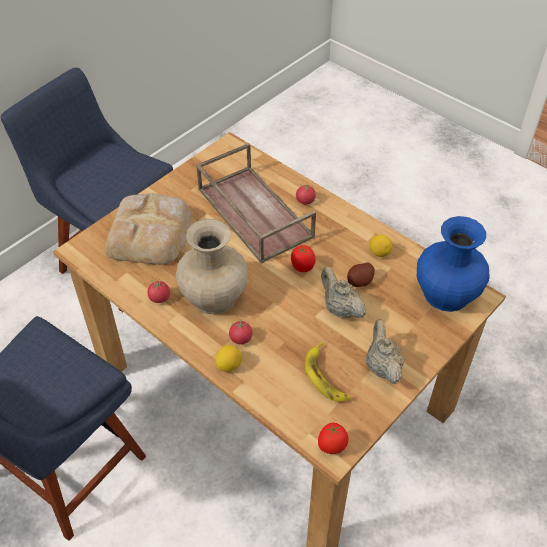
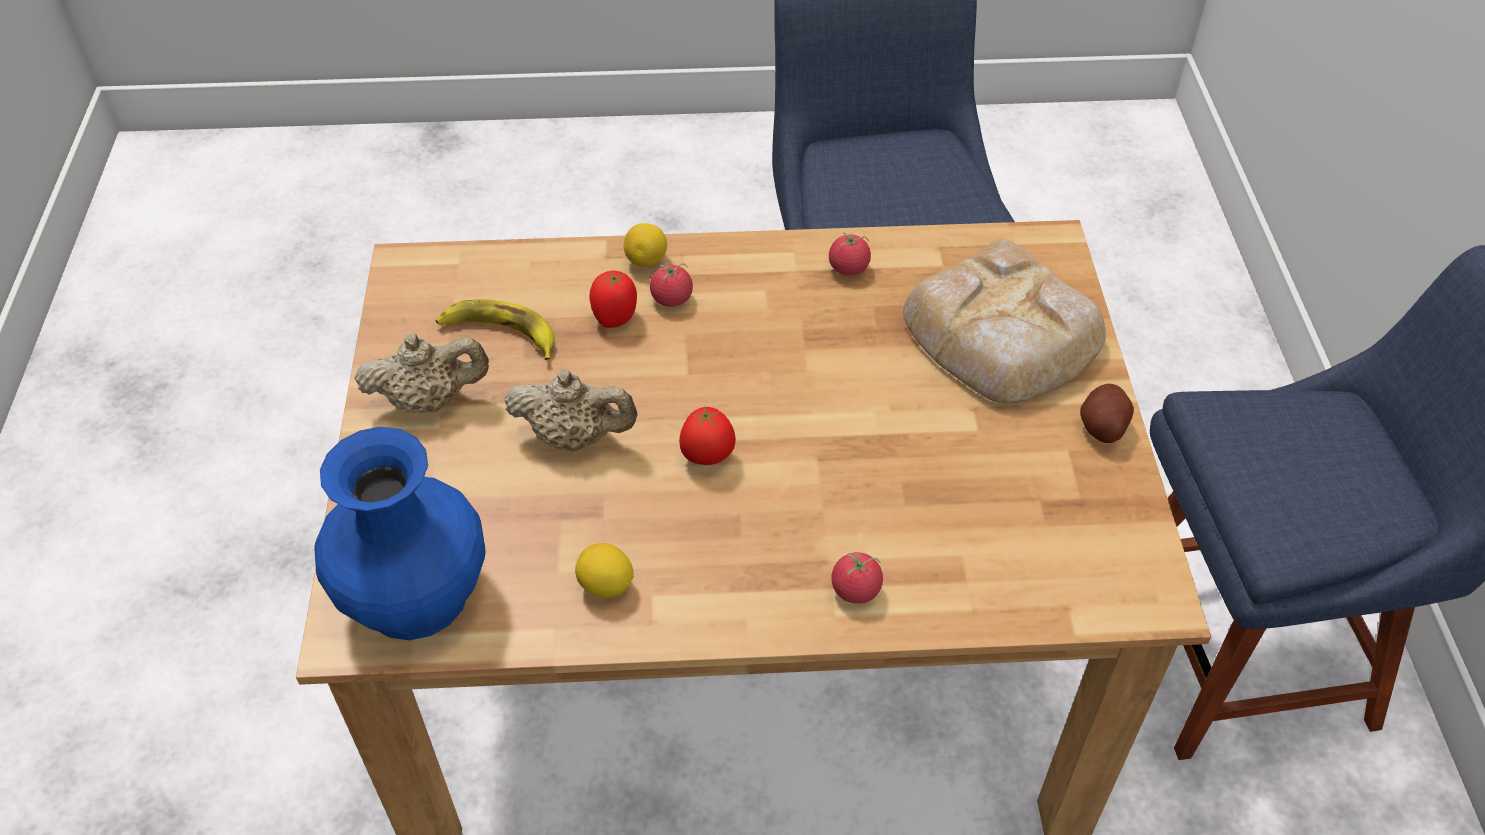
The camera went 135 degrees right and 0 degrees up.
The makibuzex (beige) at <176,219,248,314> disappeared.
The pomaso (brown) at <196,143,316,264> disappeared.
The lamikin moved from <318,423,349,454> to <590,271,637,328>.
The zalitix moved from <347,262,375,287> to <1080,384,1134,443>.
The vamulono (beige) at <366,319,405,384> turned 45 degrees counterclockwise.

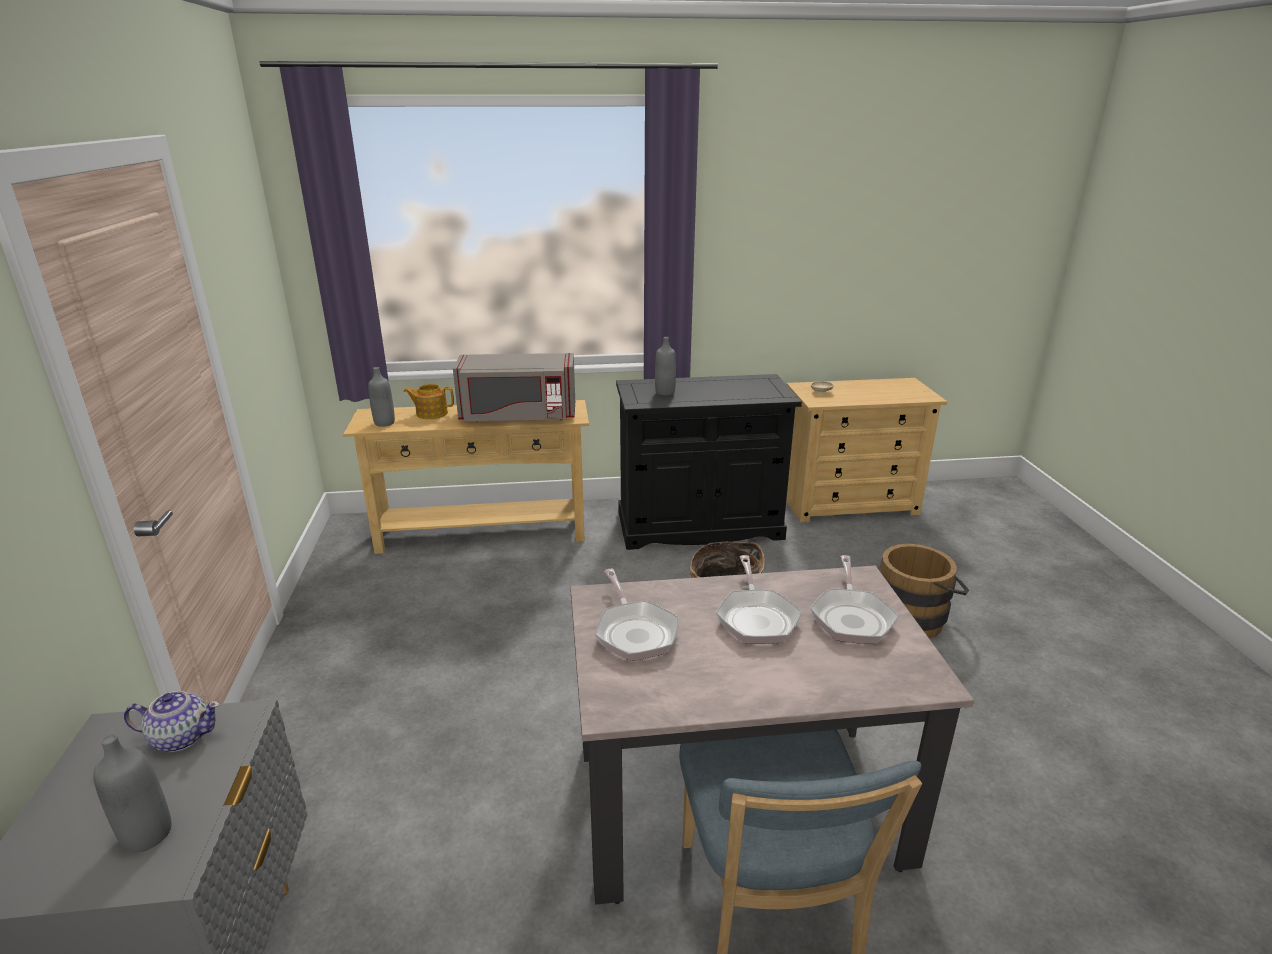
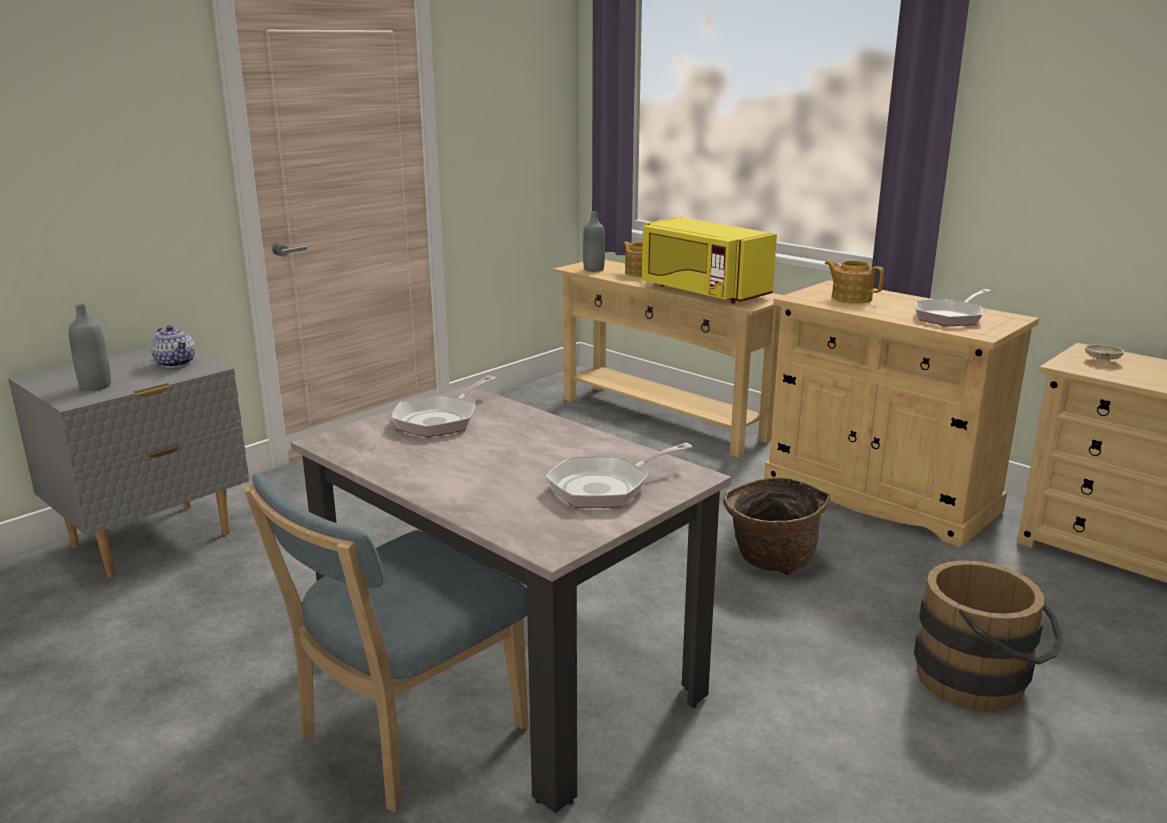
The camera went 50 degrees right and 5 degrees down.
The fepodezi moved from <716,555,802,644> to <915,289,991,326>.
The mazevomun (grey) at <655,337,676,395> was replaced by the vamulono at <825,260,884,304>.
The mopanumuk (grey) at <453,353,575,422> became the mopanumuk (yellow) at <642,217,777,303>.
The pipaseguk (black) at <616,374,802,550> became the pipaseguk (beige) at <764,280,1039,547>.

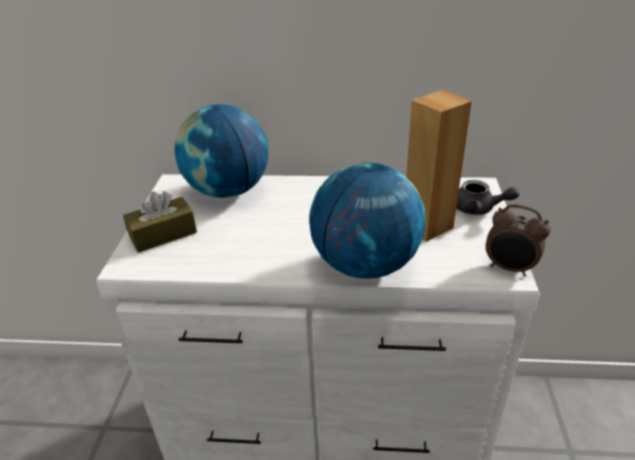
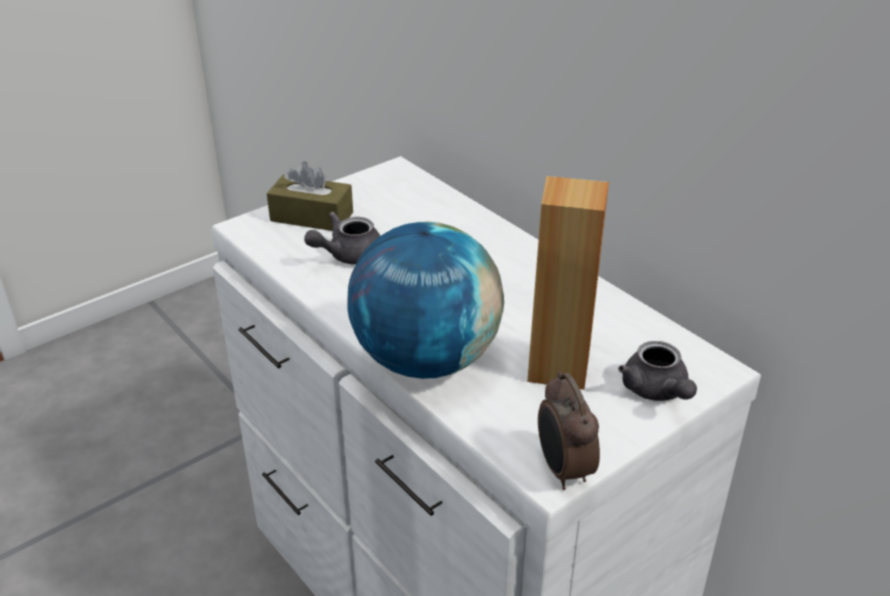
The camera went 45 degrees right and 0 degrees up.
The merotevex at <175,104,269,198> disappeared.
The vamulono (grey) at <304,212,380,265> appeared.

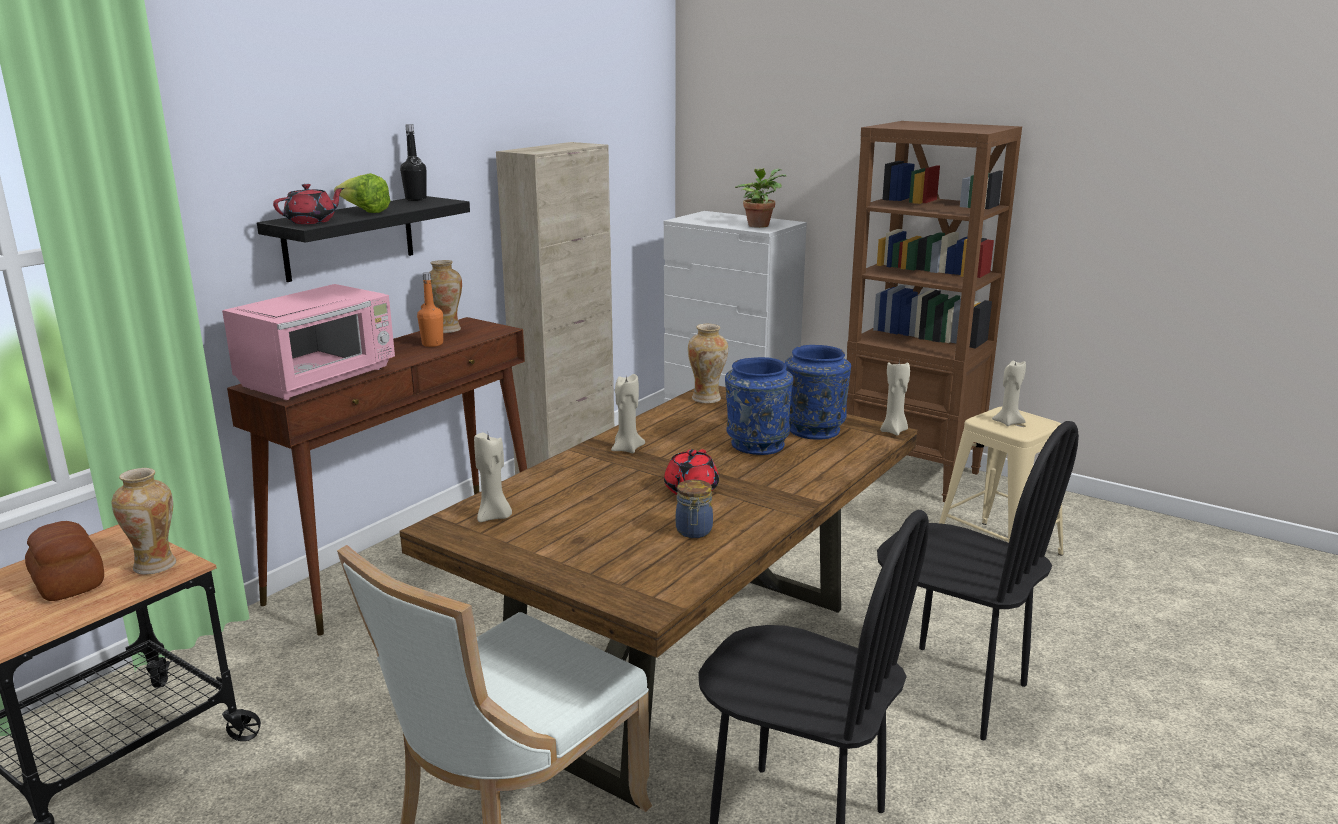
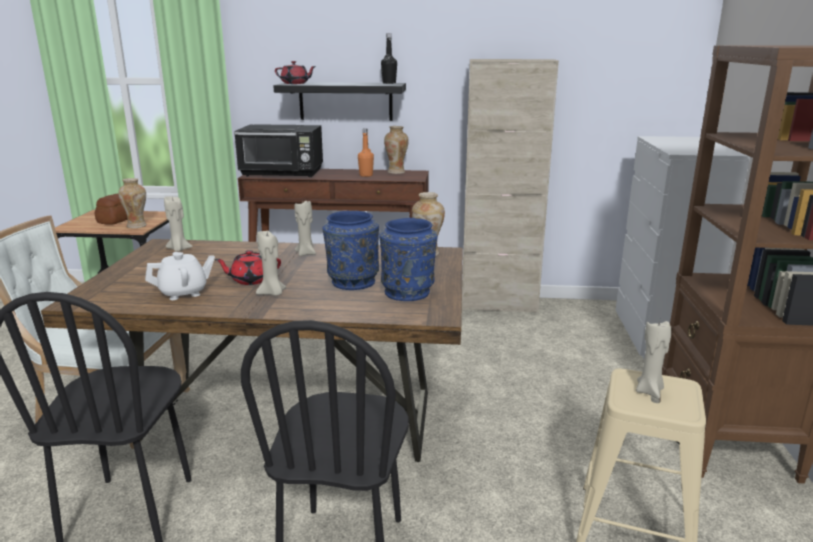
The camera went 60 degrees right and 0 degrees up.
The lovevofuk at <334,173,390,213> disappeared.
The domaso at <735,168,786,228> disappeared.
The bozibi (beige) moved from <880,362,910,436> to <256,231,286,296>.
The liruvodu at <676,480,713,538> was replaced by the vamulono (white) at <145,252,215,300>.
The mopanumuk (pink) at <222,284,395,400> became the mopanumuk (black) at <234,124,323,177>.

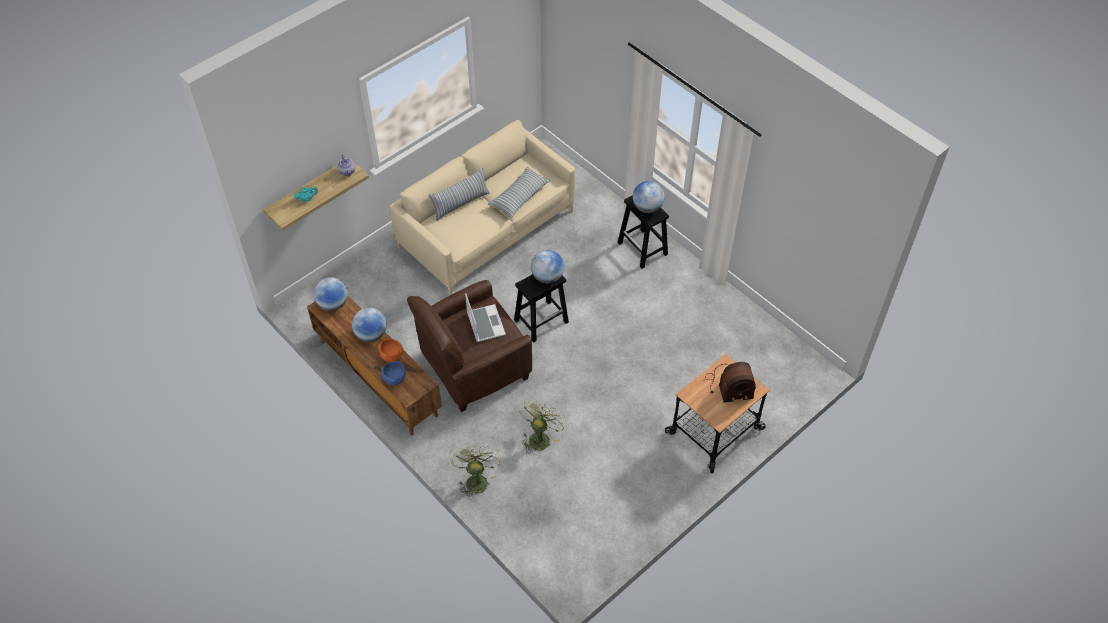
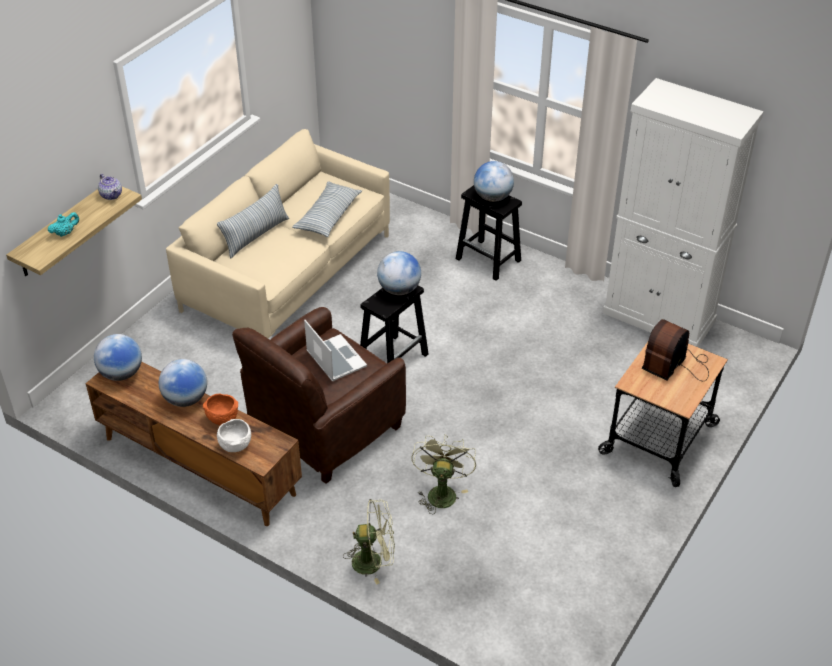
The camera went 15 degrees left and 10 degrees down.
The pipaseguk (white) at <603,78,764,347> appeared.
The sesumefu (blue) at <381,361,406,385> became the sesumefu (white) at <217,419,251,452>.
The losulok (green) at <451,446,500,500> turned 105 degrees clockwise.
The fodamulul at <705,362,756,402> turned 150 degrees clockwise.

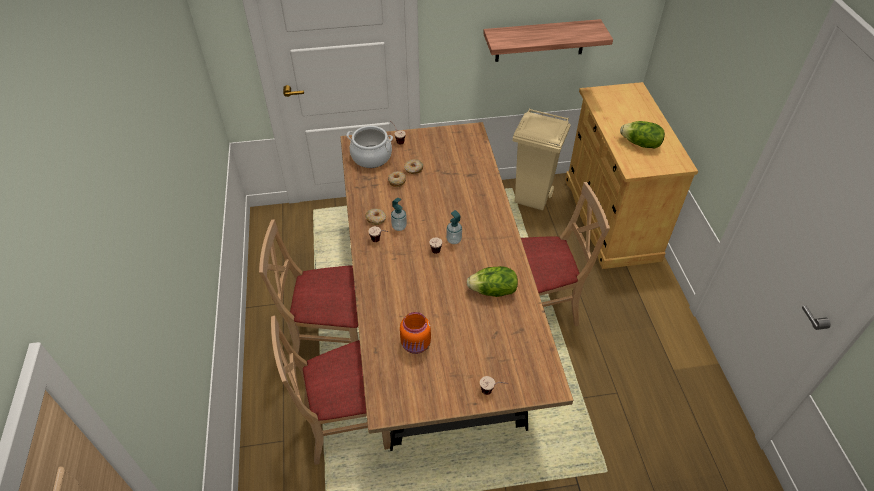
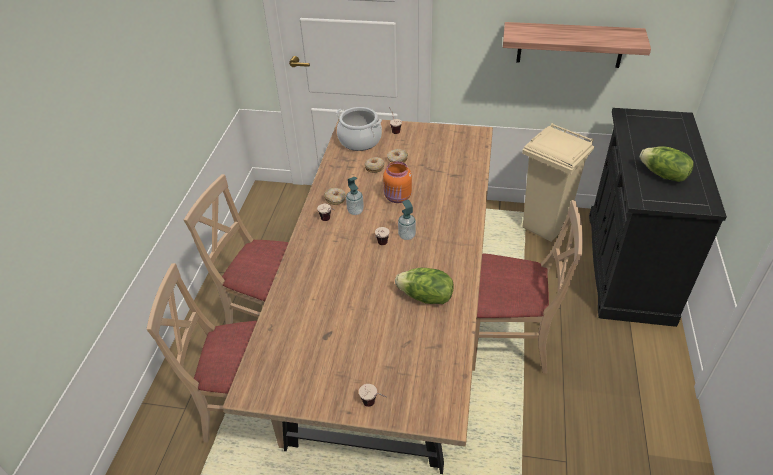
The camera went 20 degrees right and 5 degrees down.
The liruvodu (orange) moved from <400,312,431,354> to <383,161,412,203>.
The pipaseguk (beige) at <565,82,698,269> became the pipaseguk (black) at <589,108,727,327>.

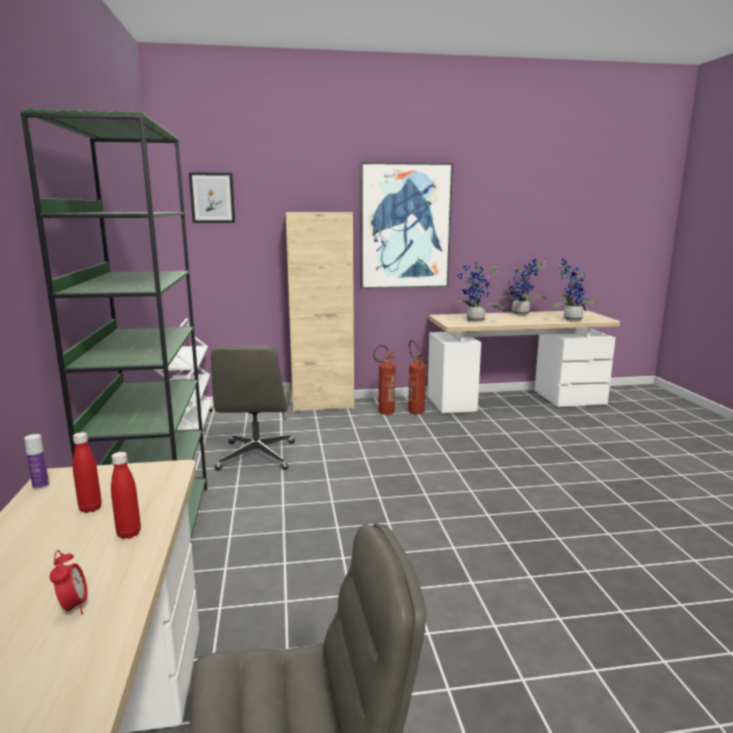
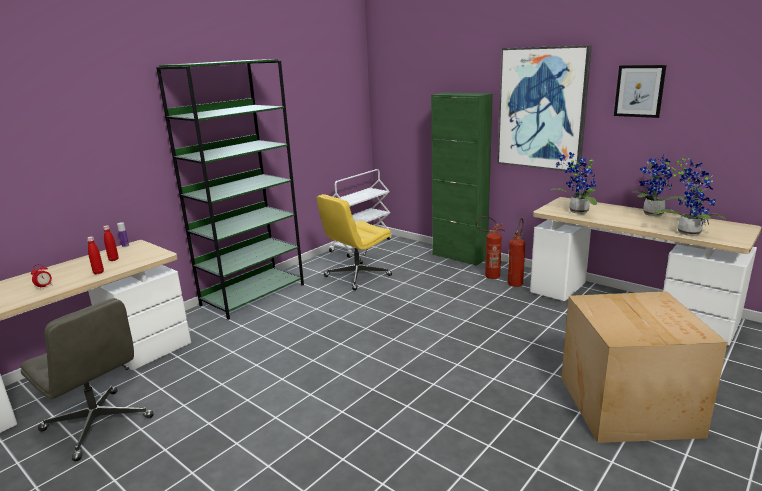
The camera went 50 degrees right and 5 degrees up.
The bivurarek at <561,291,728,443> appeared.
The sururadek moved from <189,172,235,223> to <614,65,666,118>.
The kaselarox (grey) at <211,345,295,471> became the kaselarox (yellow) at <317,194,392,290>.
The pipaseguk (beige) at <285,212,354,412> became the pipaseguk (green) at <431,92,493,266>.

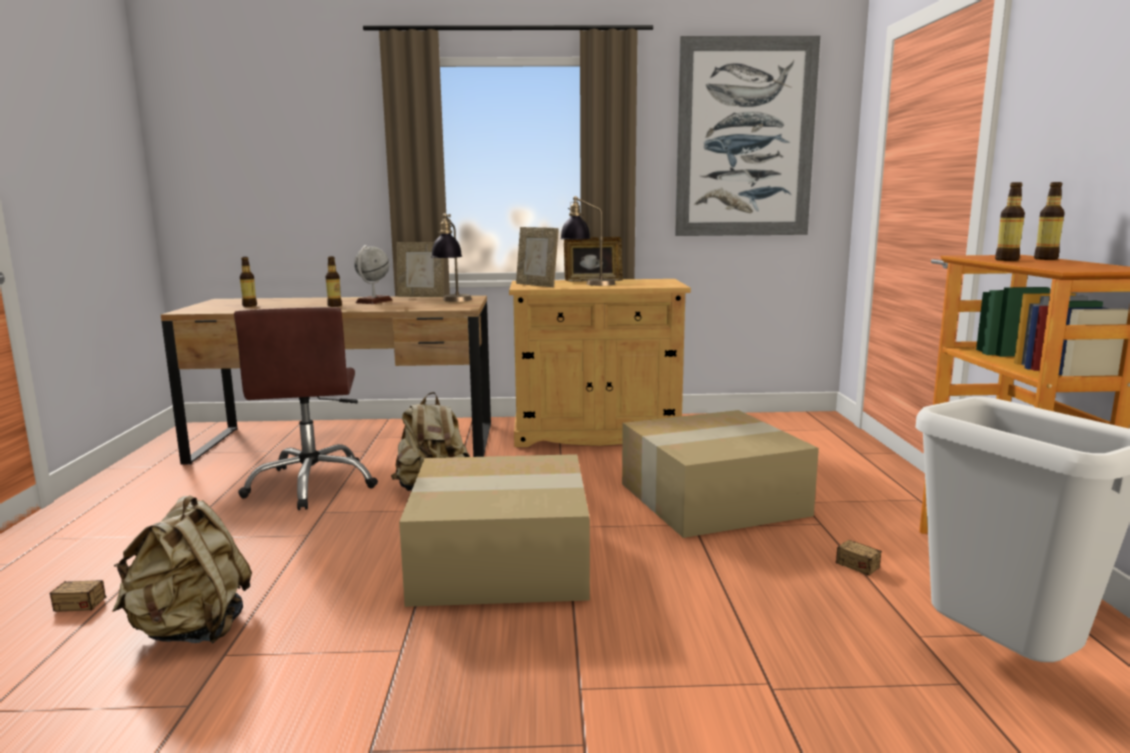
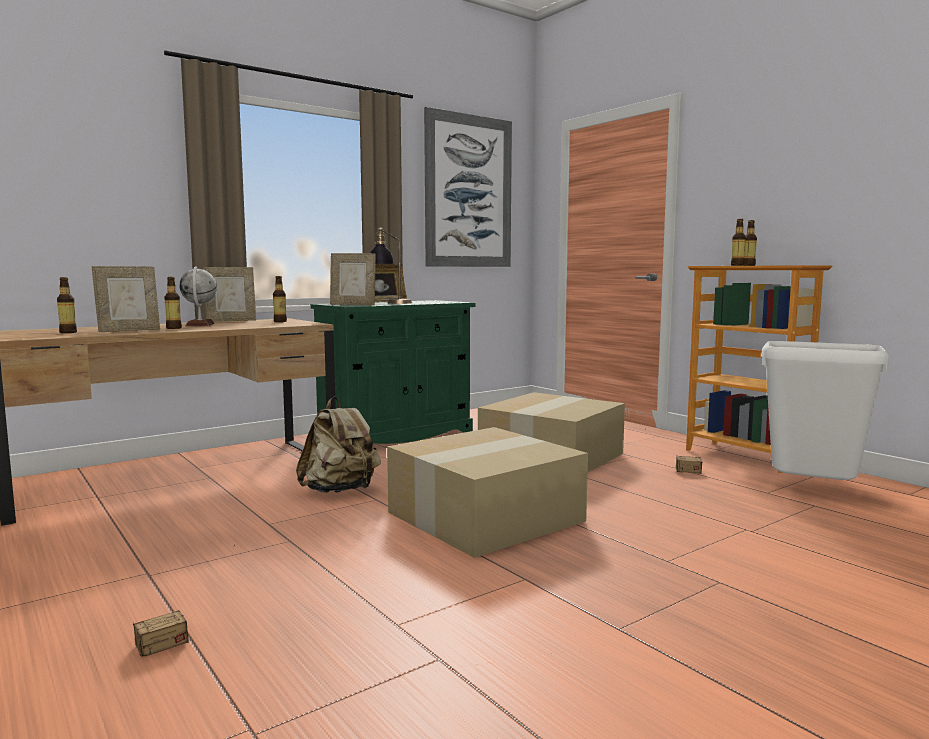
The camera went 35 degrees left and 5 degrees down.
The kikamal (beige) at <113,495,252,643> disappeared.
The kaselarox (brown) at <234,307,378,510> disappeared.
The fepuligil at <92,266,160,332> appeared.
The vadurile at <431,213,472,302> was replaced by the mazevomun at <273,276,287,322>.
The pipaseguk (beige) at <509,279,691,447> became the pipaseguk (green) at <311,300,476,444>.

